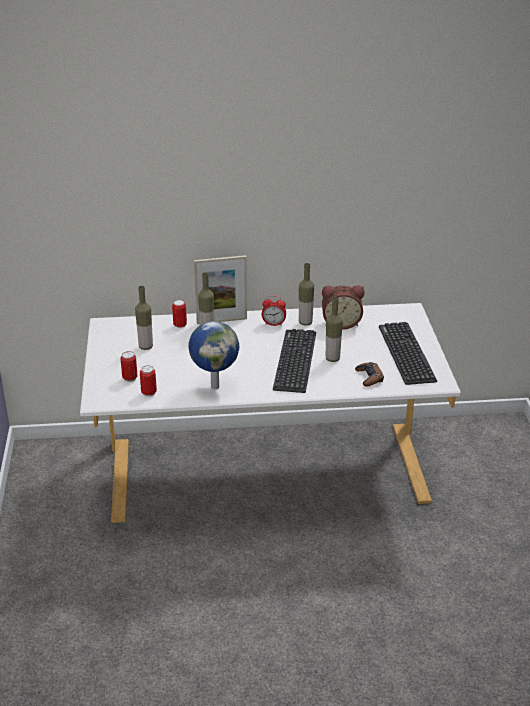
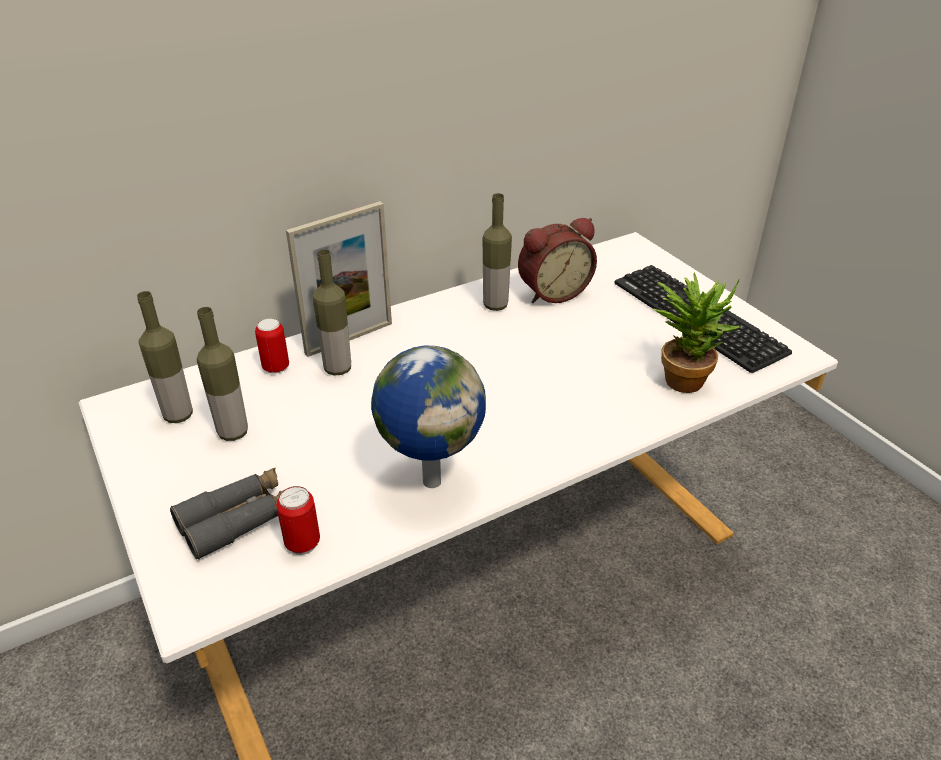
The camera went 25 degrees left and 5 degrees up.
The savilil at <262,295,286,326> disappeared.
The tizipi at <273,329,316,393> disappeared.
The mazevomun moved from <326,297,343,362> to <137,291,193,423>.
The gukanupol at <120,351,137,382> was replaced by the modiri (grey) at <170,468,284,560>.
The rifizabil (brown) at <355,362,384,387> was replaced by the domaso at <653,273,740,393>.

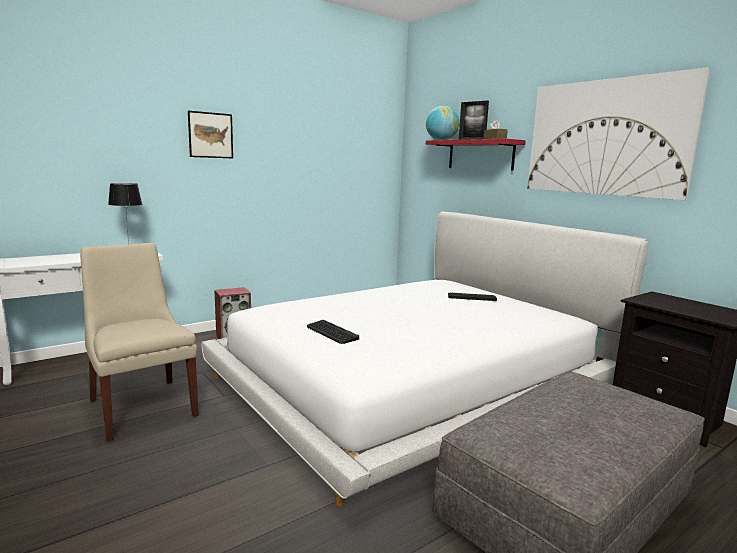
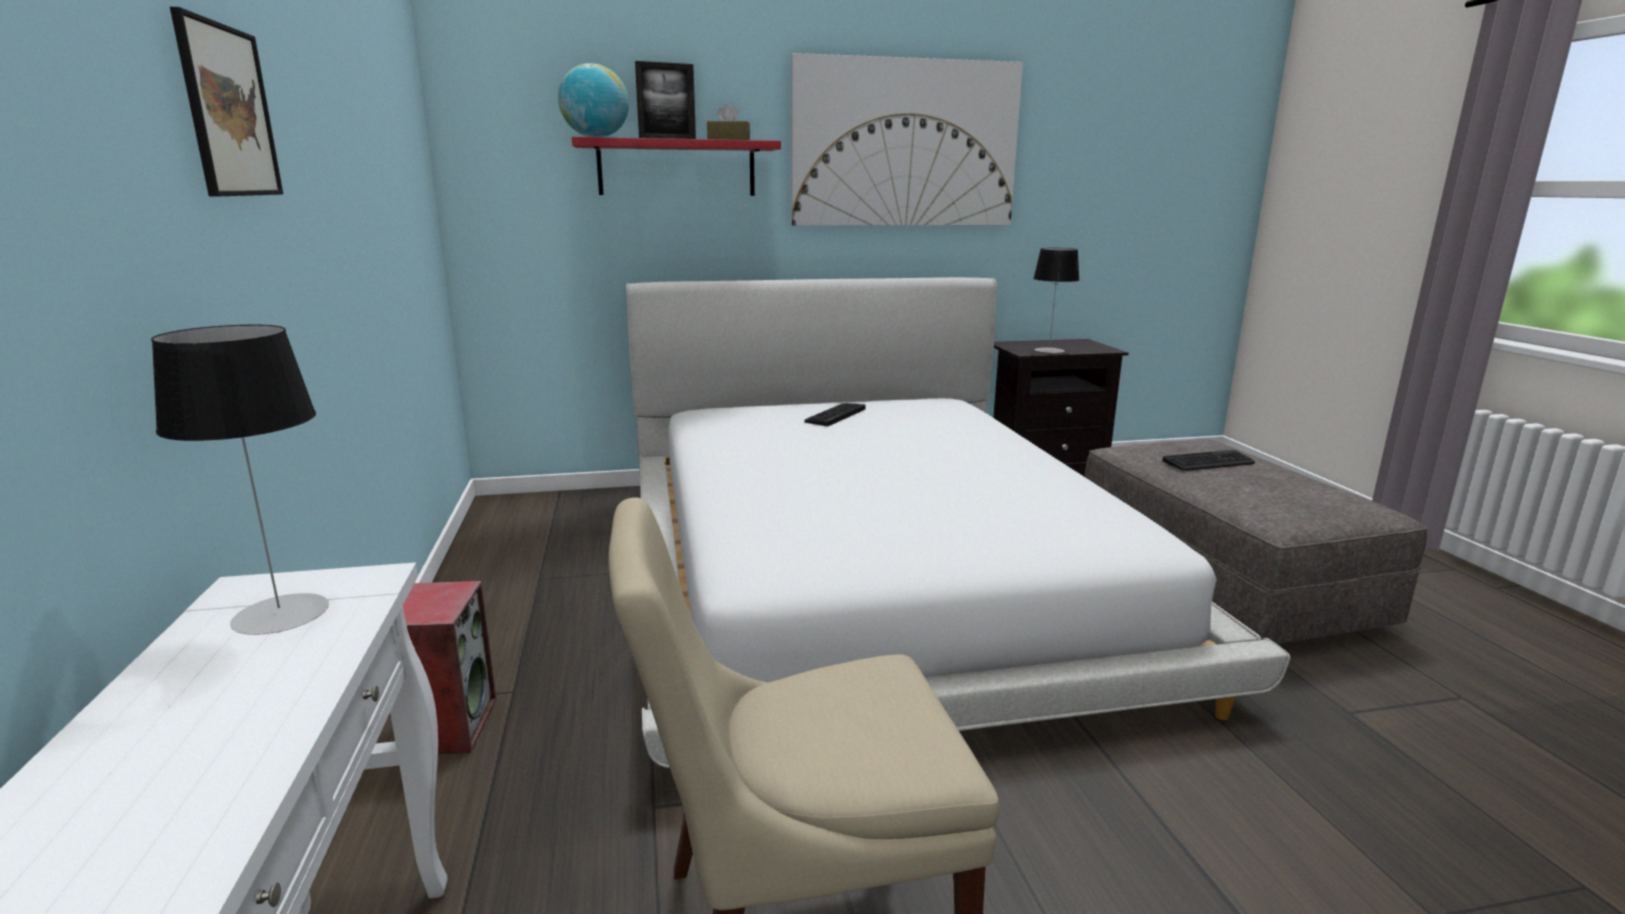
The camera went 65 degrees left and 5 degrees up.
The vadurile at <1033,248,1079,353> appeared.
The tizipi moved from <307,320,359,344> to <1162,450,1255,471>.

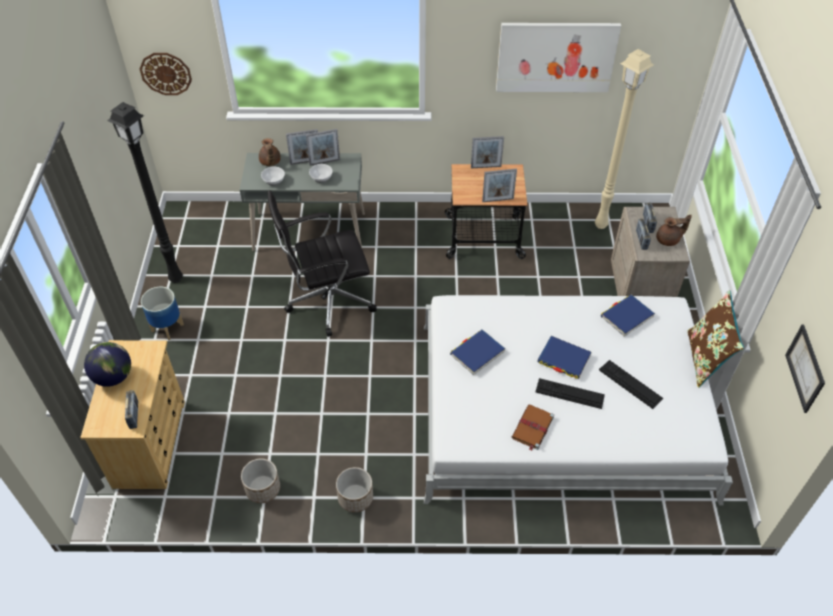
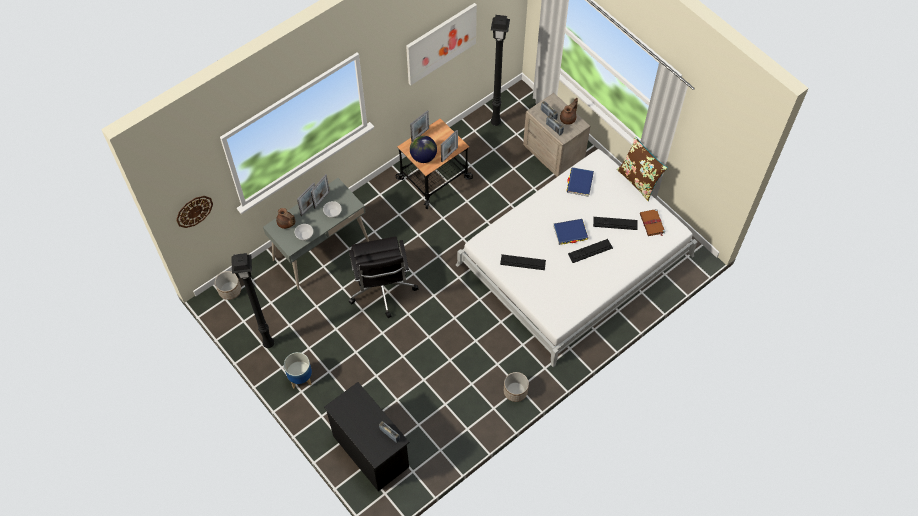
The camera went 40 degrees left and 10 degrees up.
The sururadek at <785,324,825,413> disappeared.
The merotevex moved from <84,342,131,387> to <410,136,437,163>.
The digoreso moved from <241,459,280,503> to <215,271,241,300>.
The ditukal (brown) moved from <512,405,554,451> to <640,209,665,236>.
The ditukal (blue) at <450,330,505,375> was replaced by the tizipi at <500,254,546,270>.
The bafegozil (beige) at <80,340,185,489> became the bafegozil (black) at <324,382,409,491>.
The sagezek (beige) at <595,49,654,229> became the sagezek (black) at <491,15,510,126>.
The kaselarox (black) at <268,190,377,337> turned 45 degrees counterclockwise.

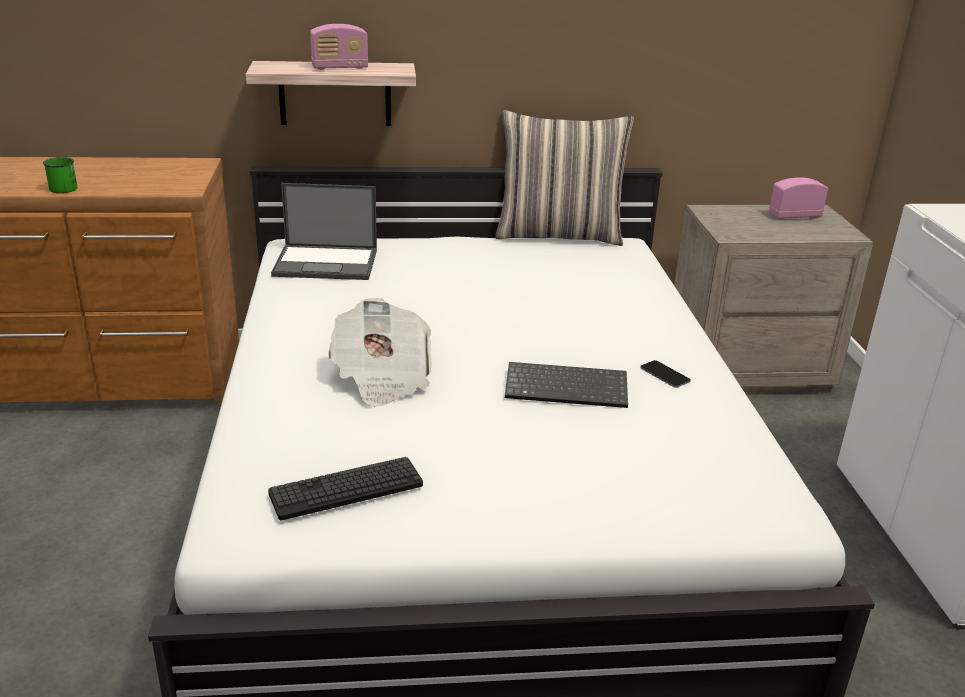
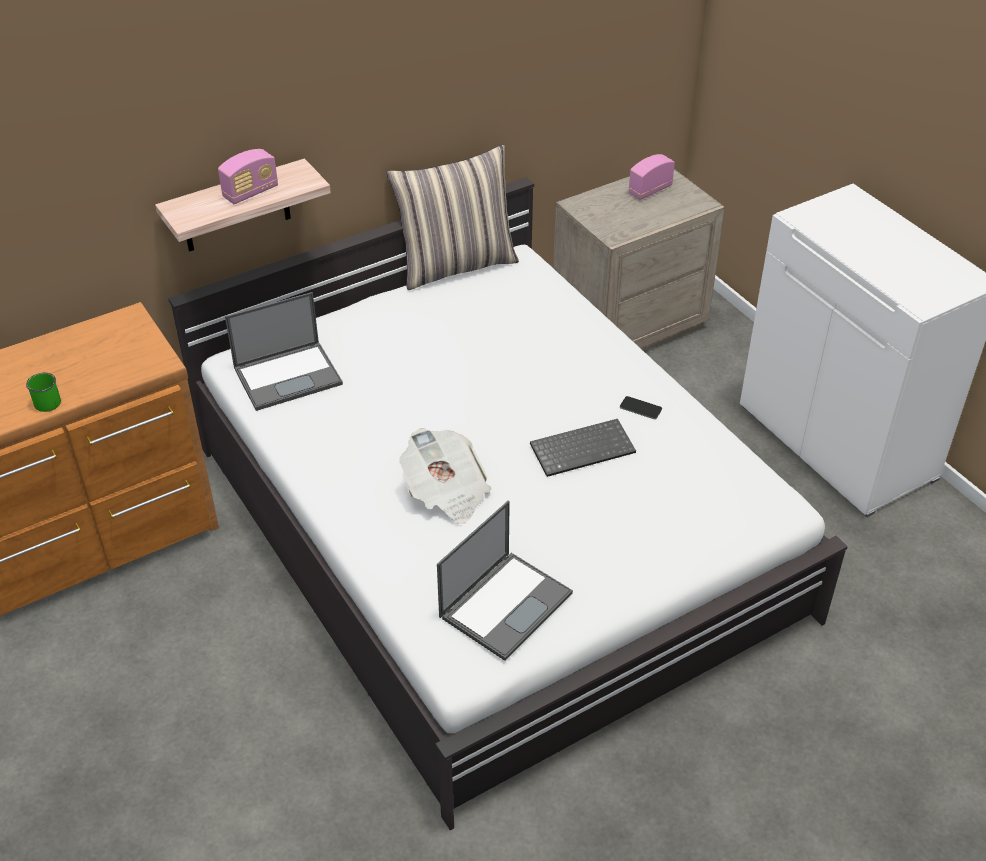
The camera went 25 degrees left and 15 degrees up.
The tizipi at <268,457,423,520> was replaced by the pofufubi at <437,501,573,661>.

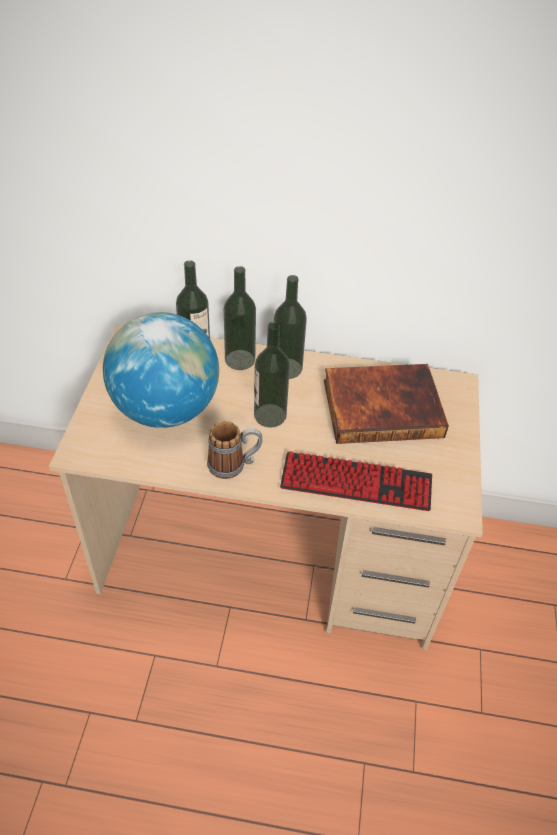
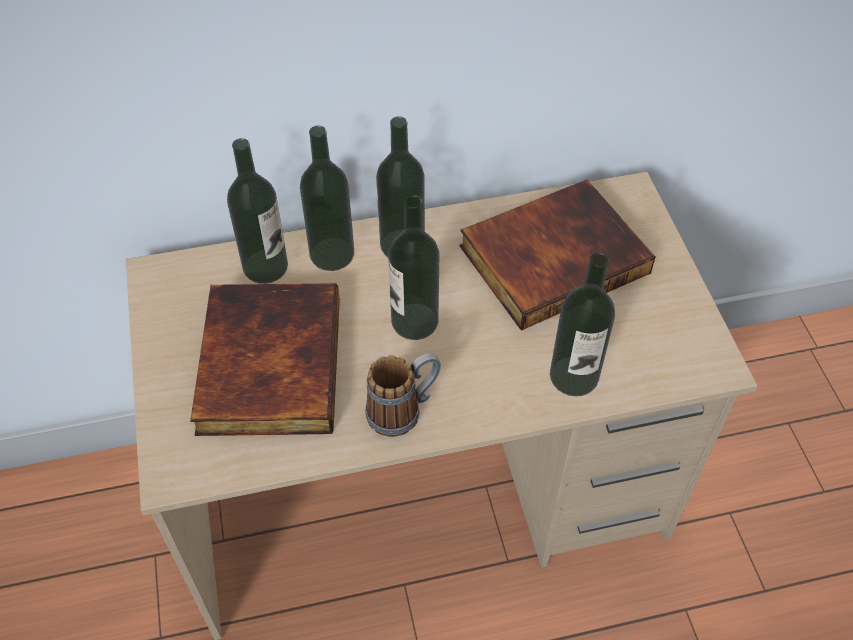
The camera went 20 degrees left and 5 degrees up.
The merotevex at <103,312,219,428> was replaced by the ditukal at <190,283,340,436>.
The tizipi at <280,451,432,511> was replaced by the mazevomun at <550,253,615,396>.

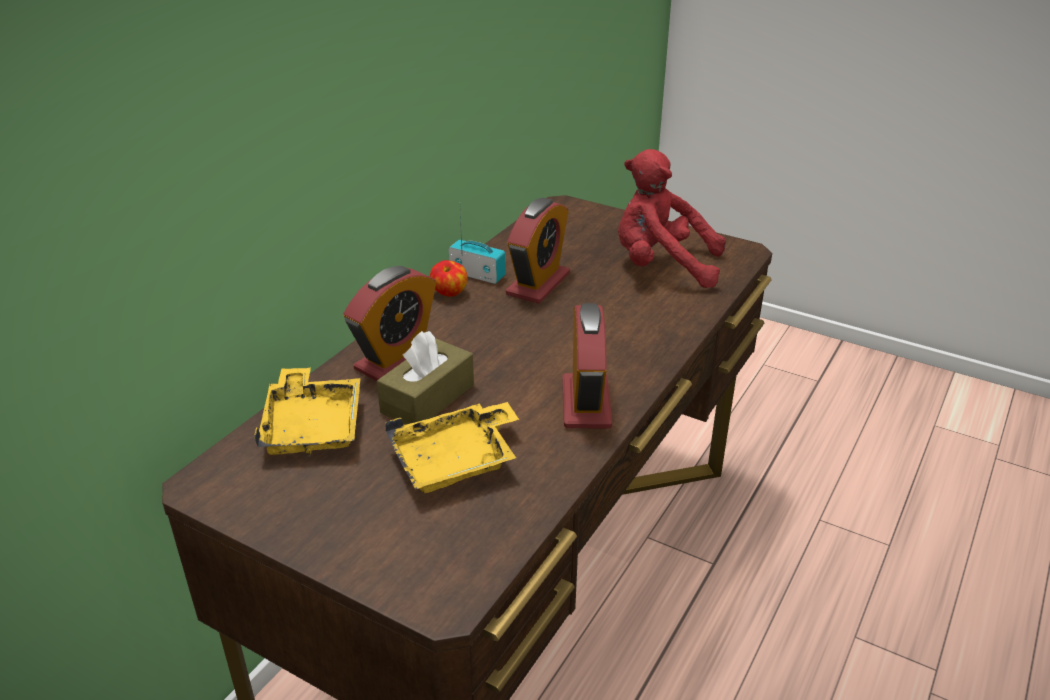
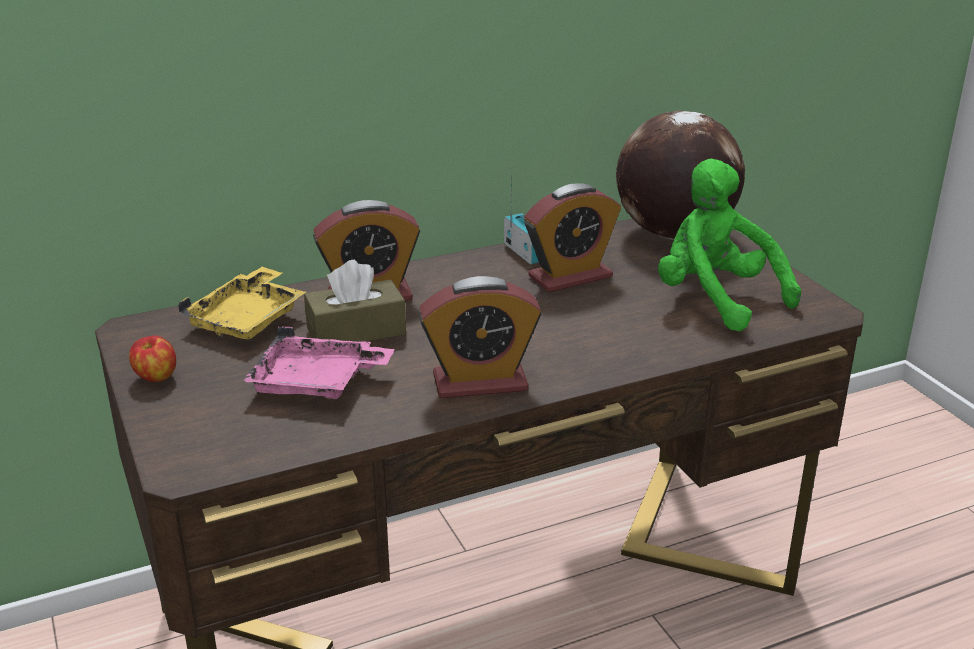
The camera went 35 degrees right and 5 degrees down.
The merotevex at <616,111,745,240> appeared.
The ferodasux moved from <430,260,467,297> to <129,335,176,382>.
The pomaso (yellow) at <385,402,519,493> became the pomaso (pink) at <243,326,395,399>.
The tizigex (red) at <618,149,726,288> became the tizigex (green) at <658,159,801,332>.
The savilil at <562,303,612,429> turned 45 degrees clockwise.

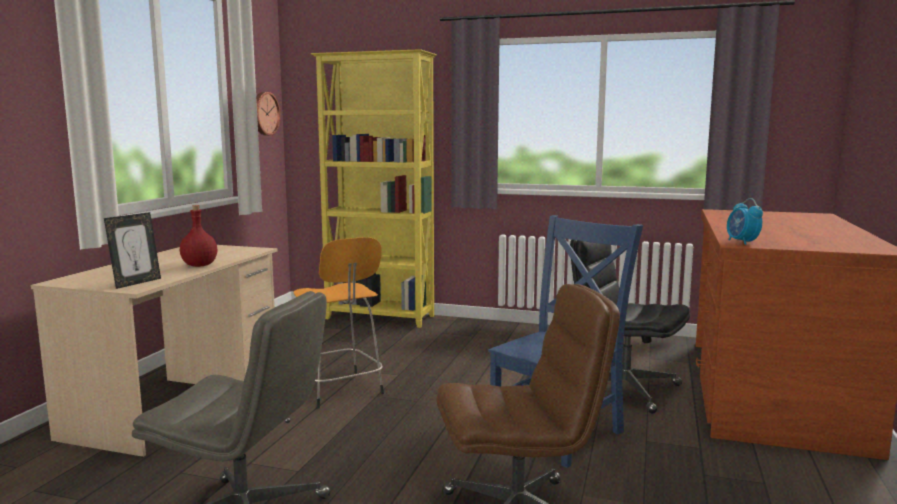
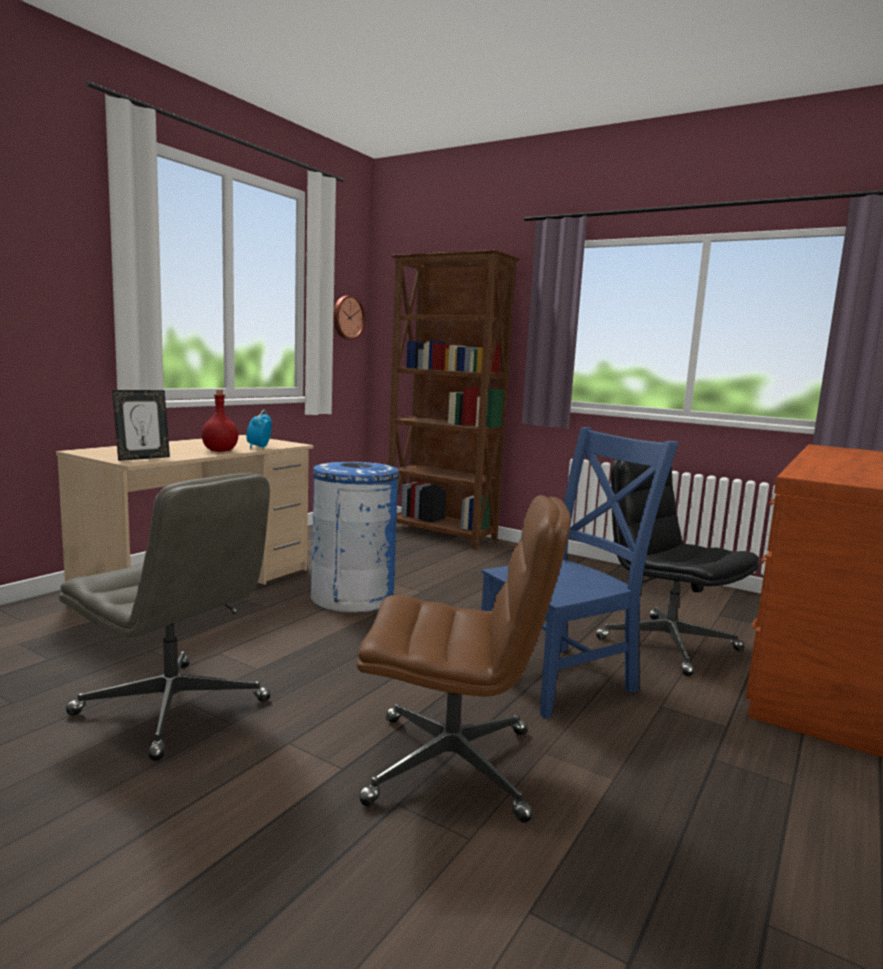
The camera went 15 degrees right and 0 degrees up.
The savilil moved from <727,198,763,245> to <246,410,272,449>.
The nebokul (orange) at <294,237,384,408> was replaced by the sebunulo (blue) at <310,462,399,613>.
The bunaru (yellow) at <311,49,437,328> became the bunaru (brown) at <388,250,520,550>.

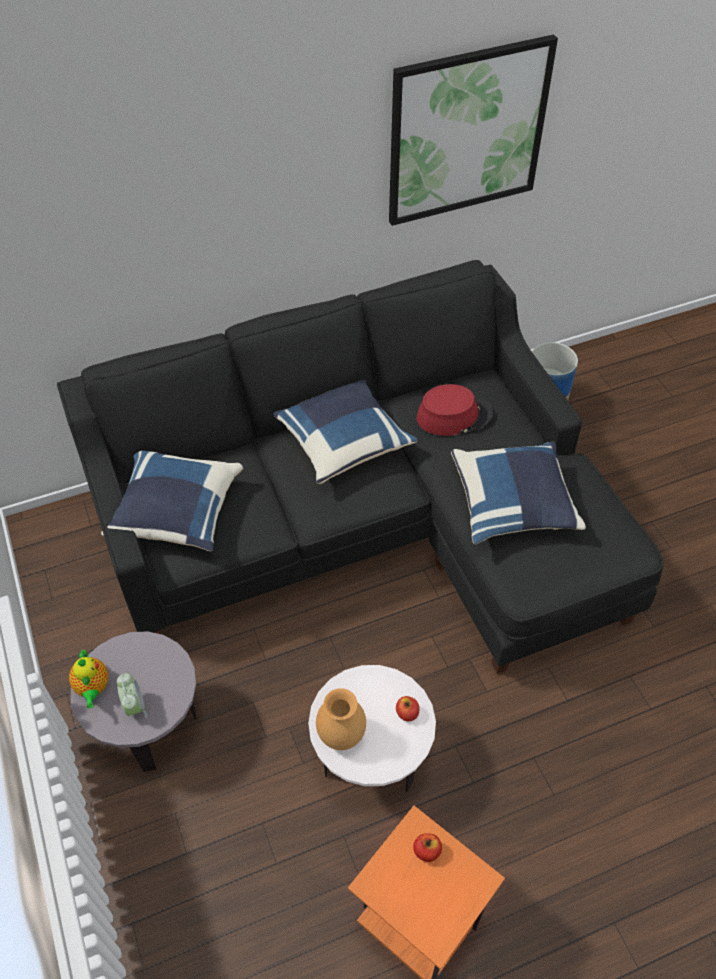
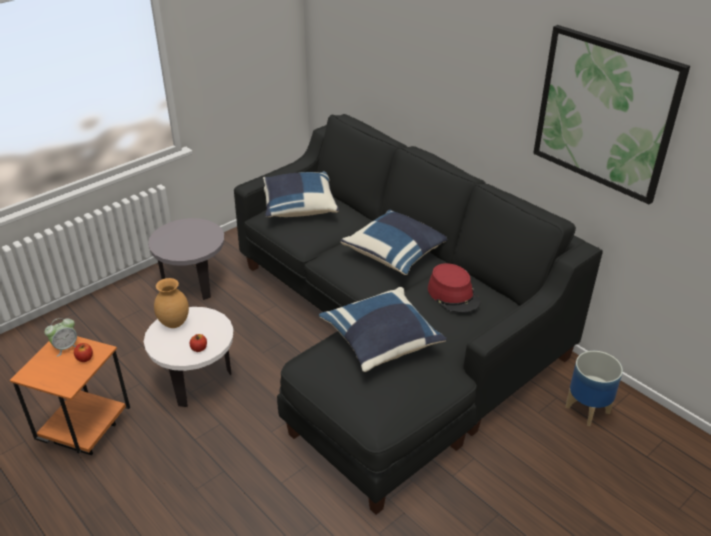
The camera went 70 degrees right and 15 degrees down.
The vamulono at <69,649,108,709> disappeared.
The savilil moved from <117,673,147,718> to <45,318,77,357>.

